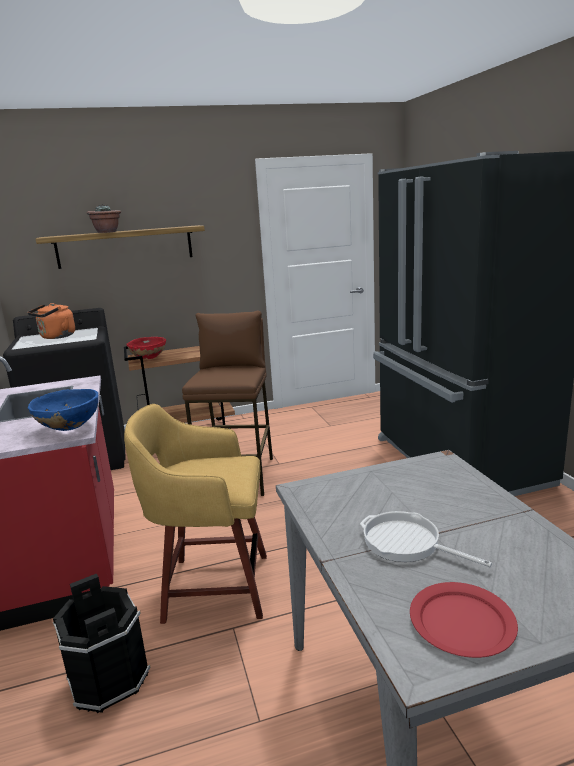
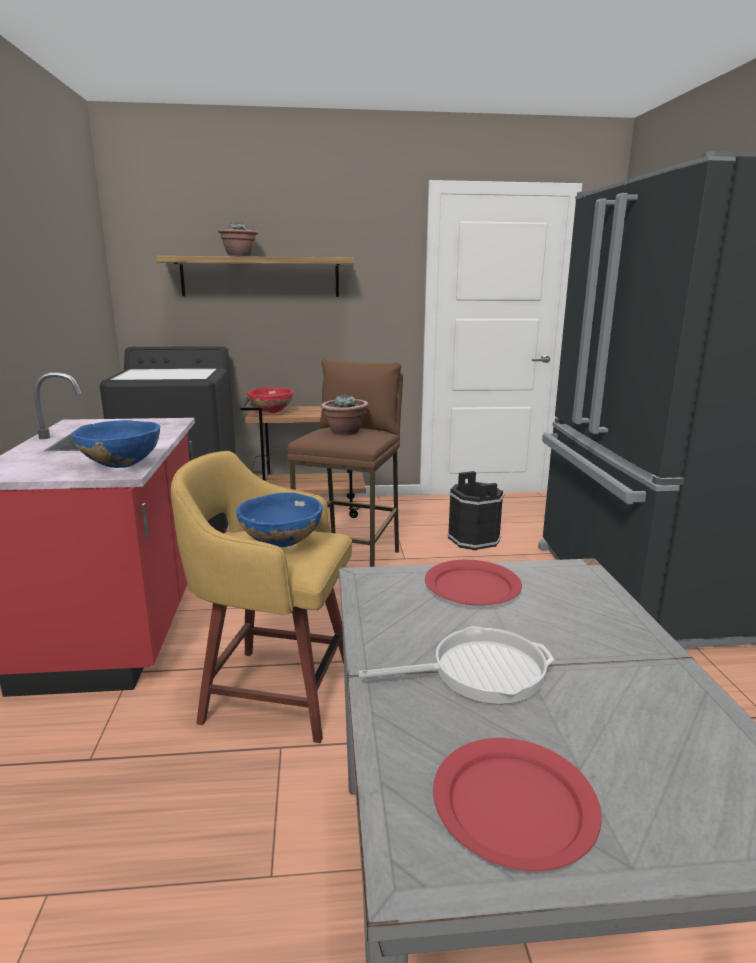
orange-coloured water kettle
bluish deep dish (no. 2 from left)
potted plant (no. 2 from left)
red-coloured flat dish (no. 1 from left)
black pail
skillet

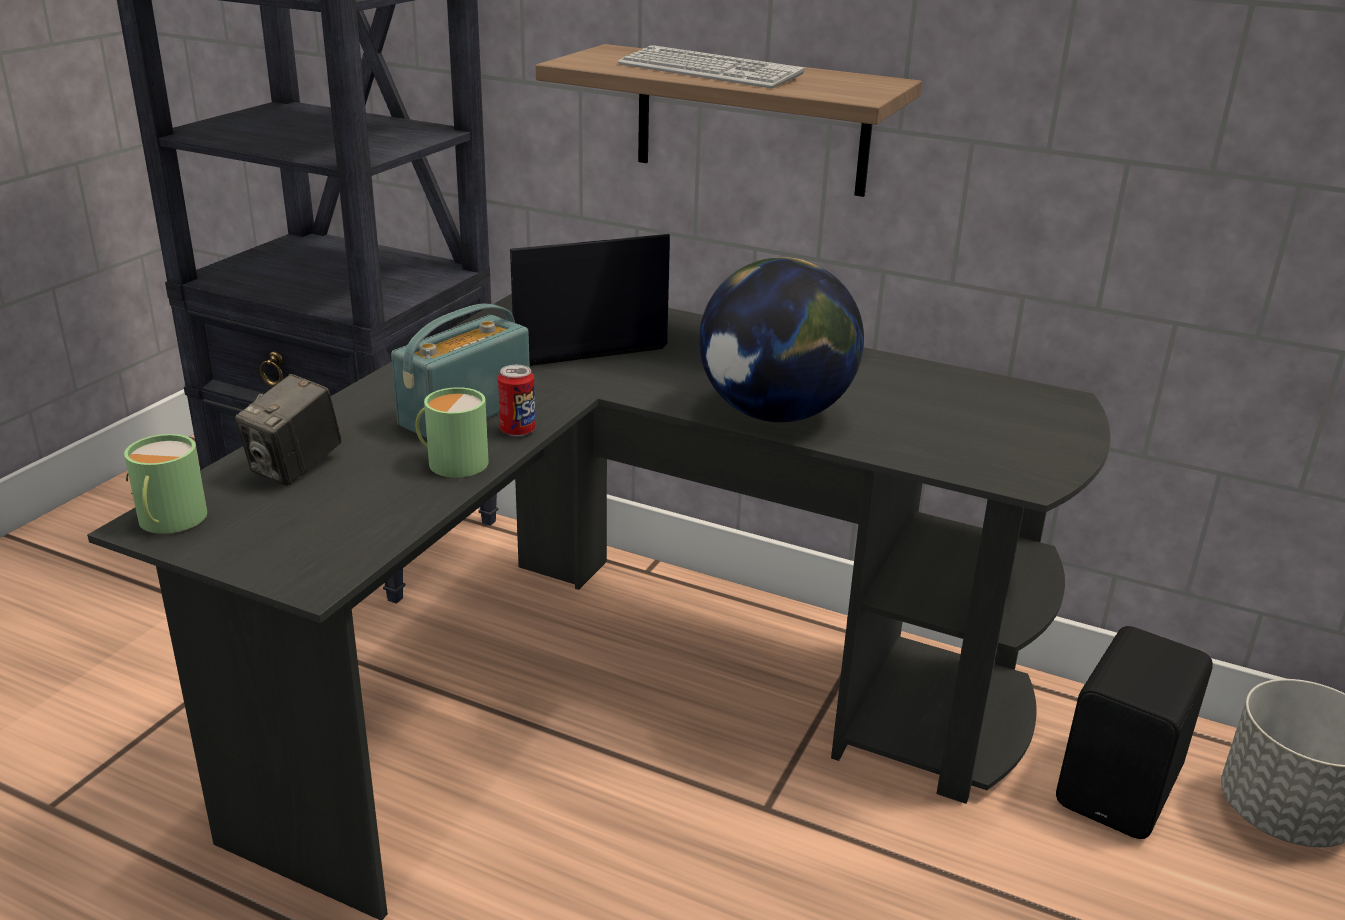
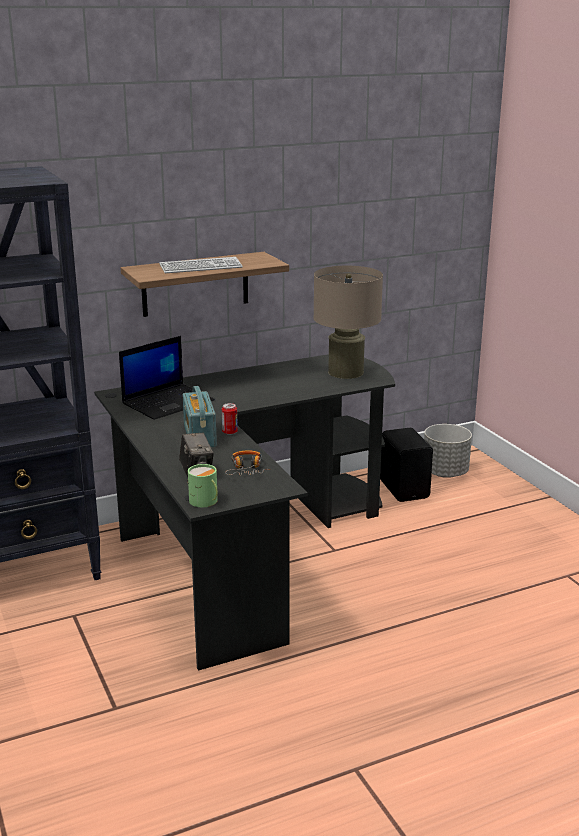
green-coloured mug (no. 2 from left in the first image)
globe
headphones
beige table lamp
notebook computer

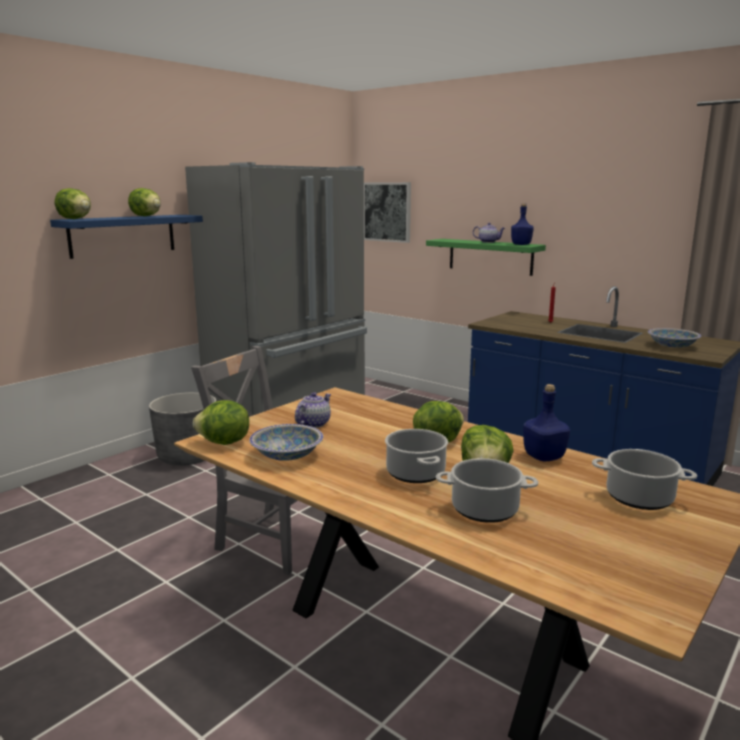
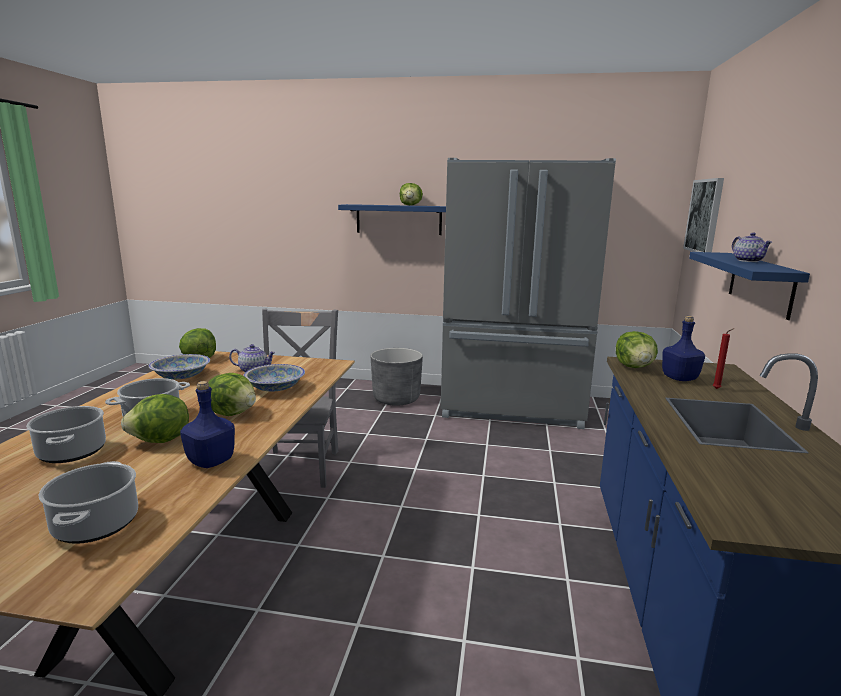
head of lettuce (no. 5 from left)
bluish bottle (no. 2 from left)
deep dish (no. 2 from left)
bluish wall shelf (no. 2 from left)

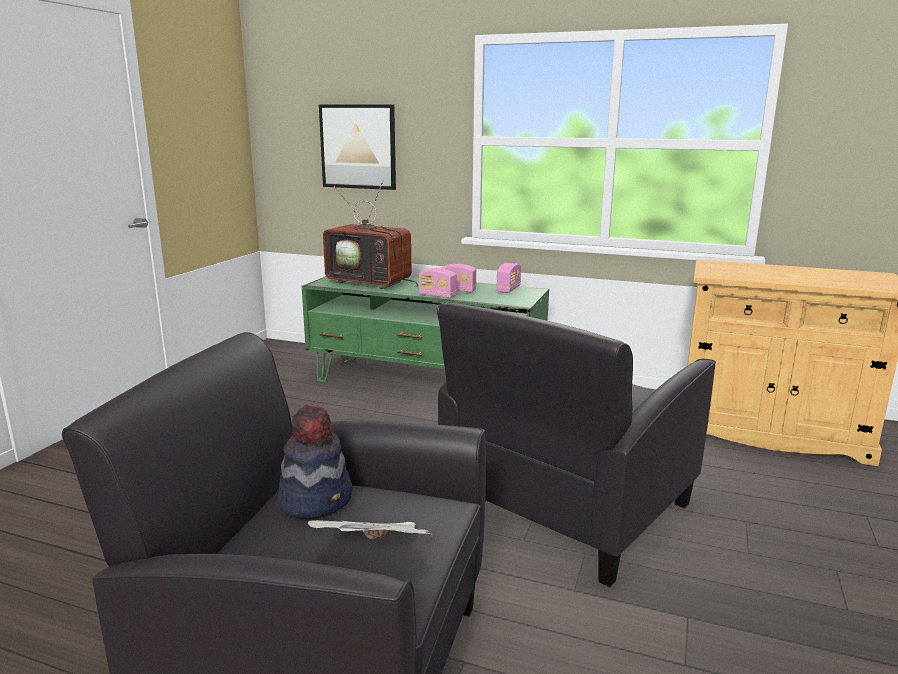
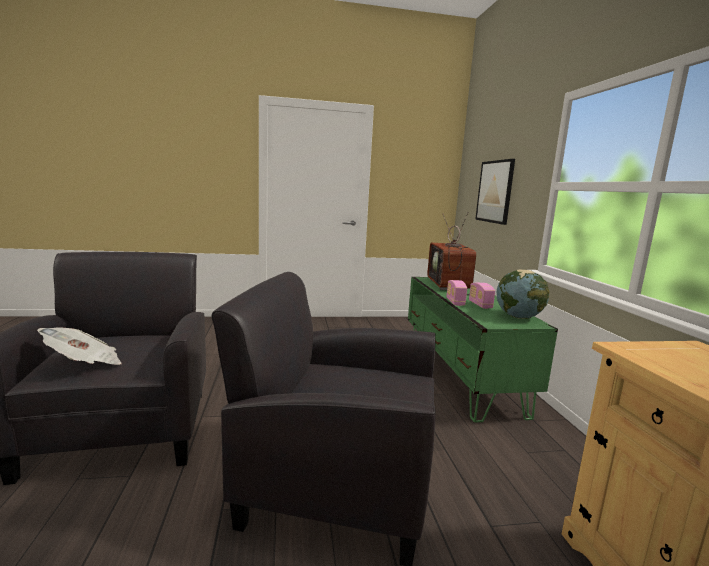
wearable hat
globe

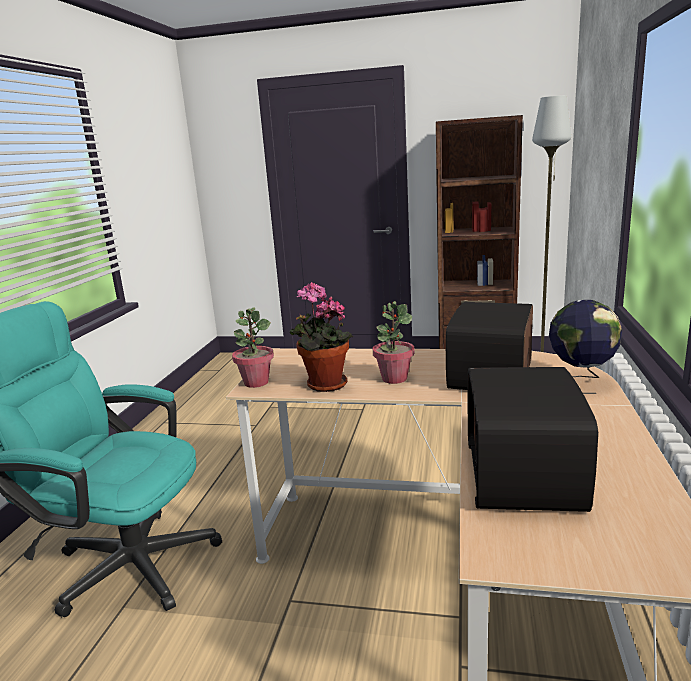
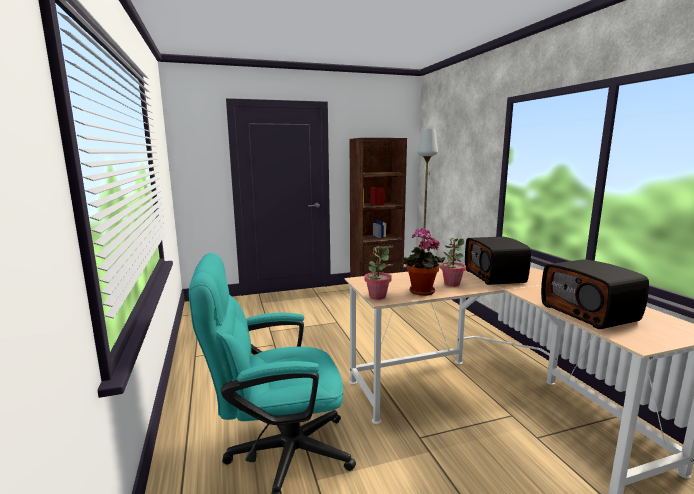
globe

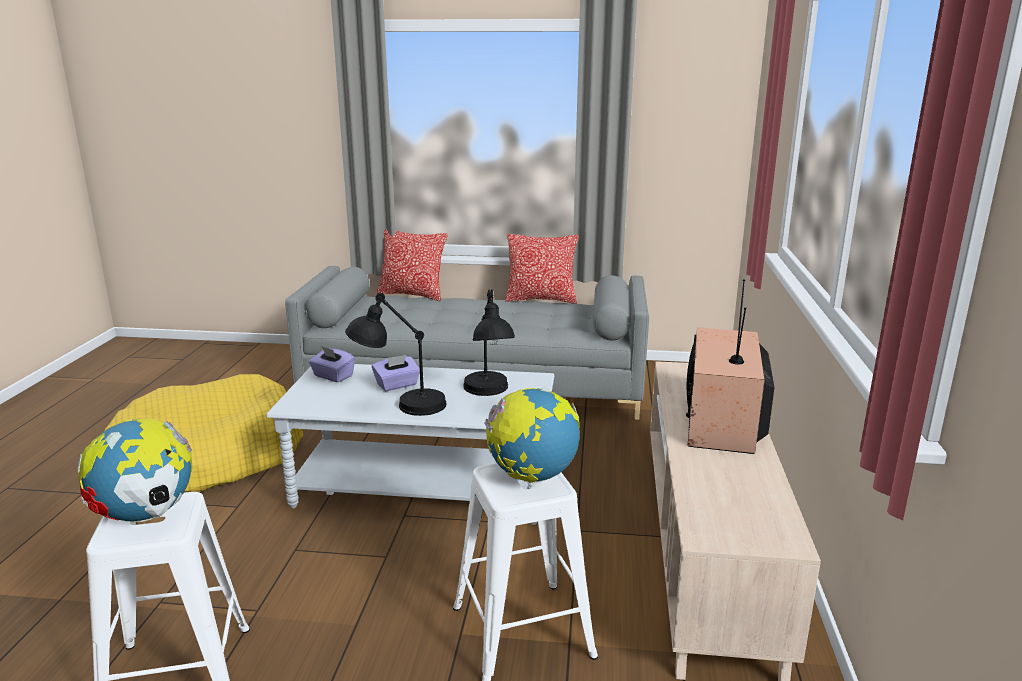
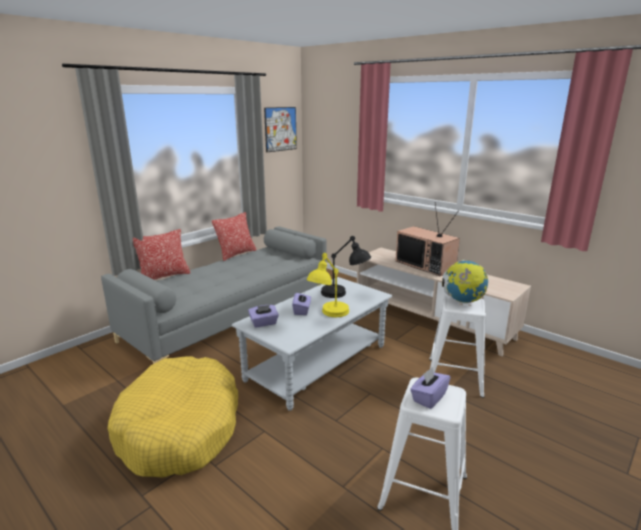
picture
purple-coloured box of tissues (no. 3 from left)
yellowish table lamp

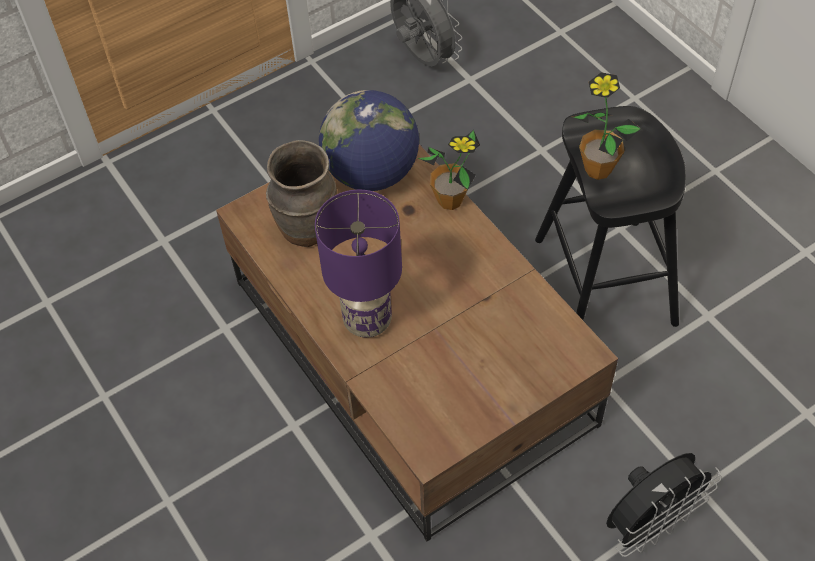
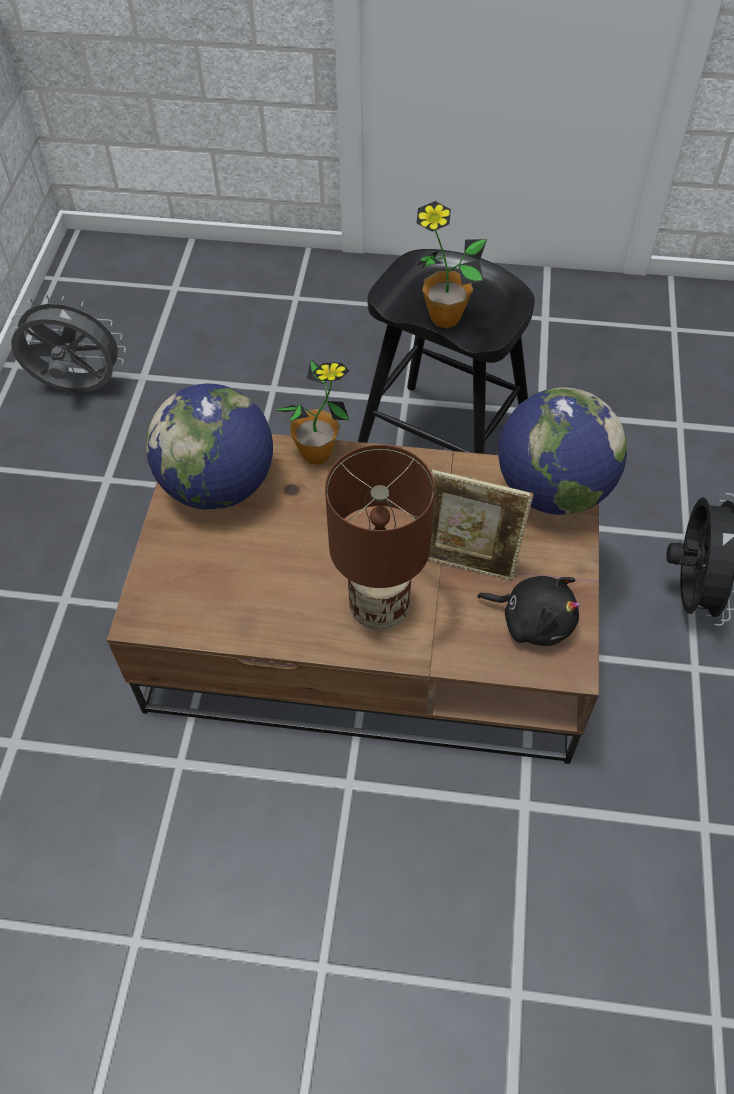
brown decorative vase
photo frame
black plush toy
globe (no. 2 from left)
brown table lamp

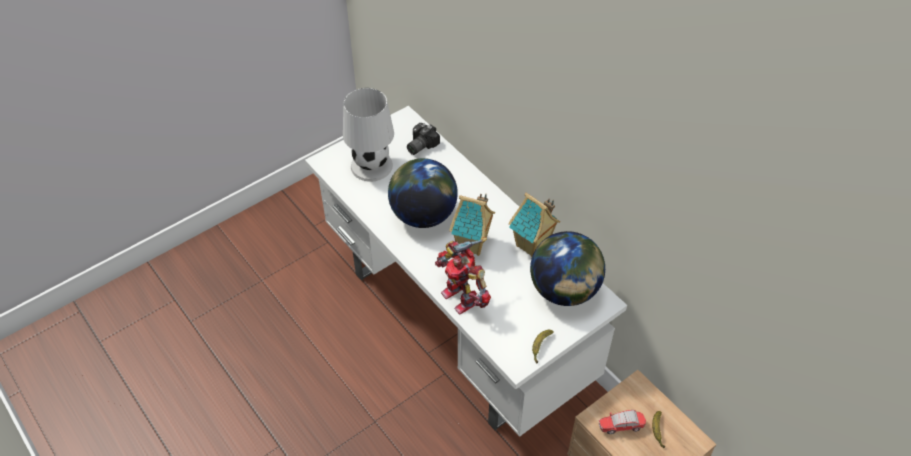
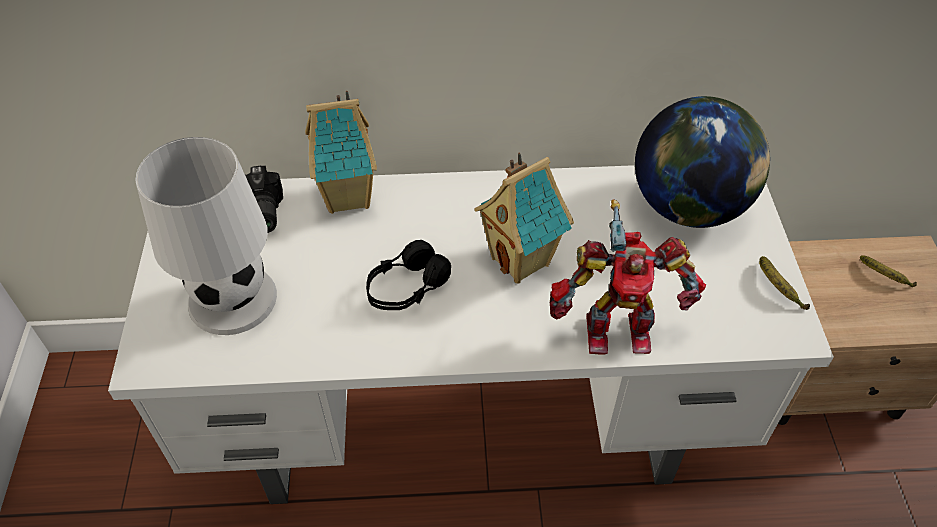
model car
model house (no. 1 from left)
black headphones

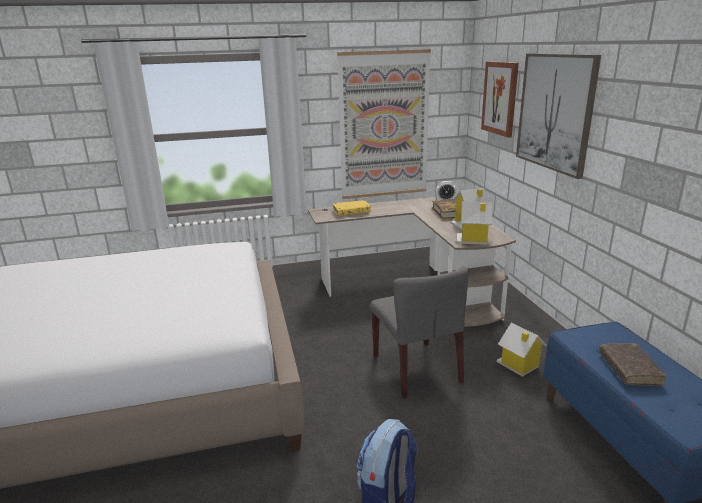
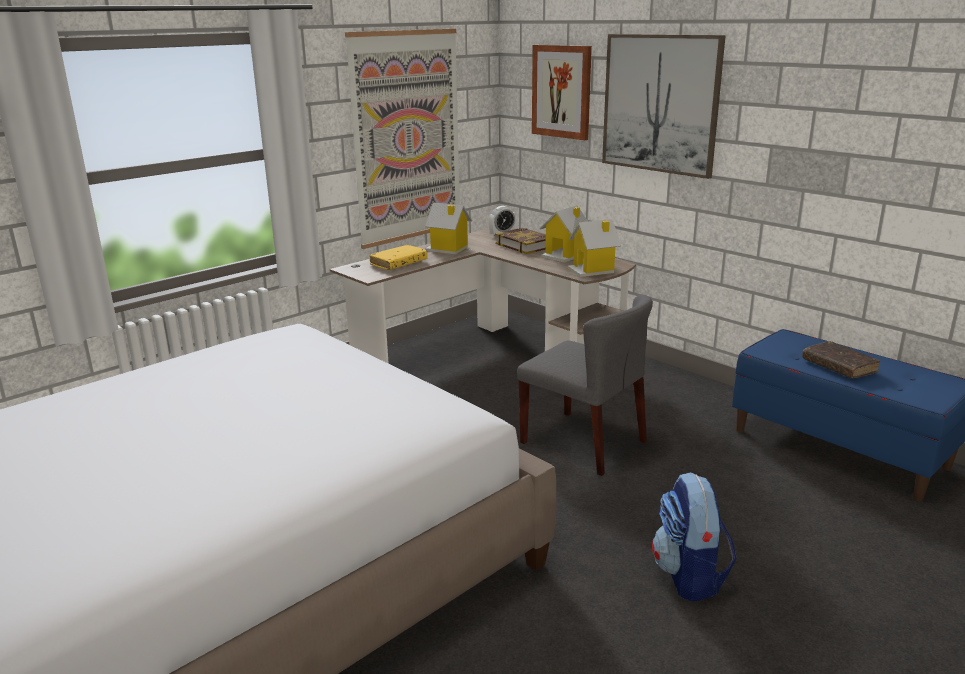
model house (no. 1 from left)

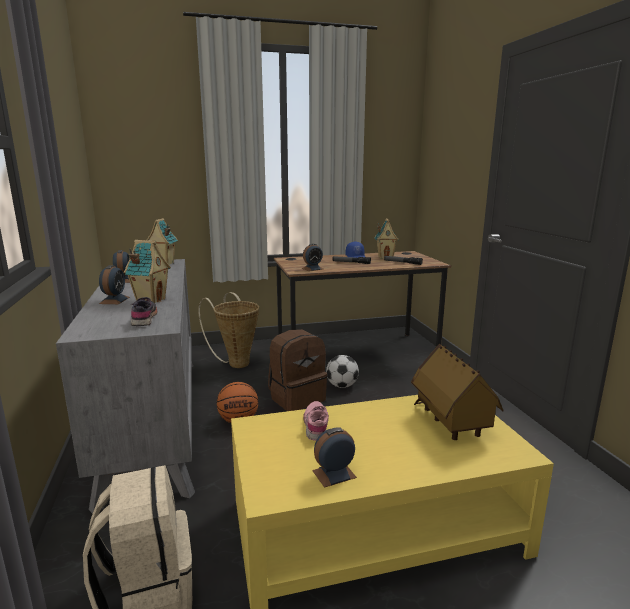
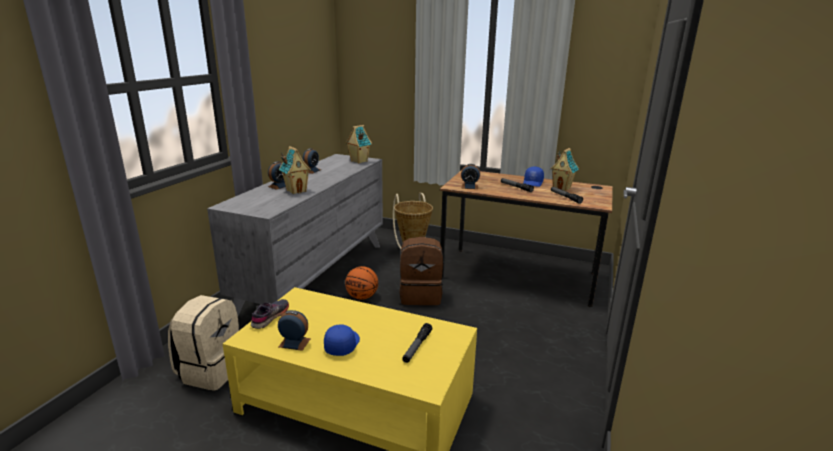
pinkish item of footwear
ball for football
bluish cap (no. 1 from left)
grey item of footwear
flashlight (no. 1 from left)

